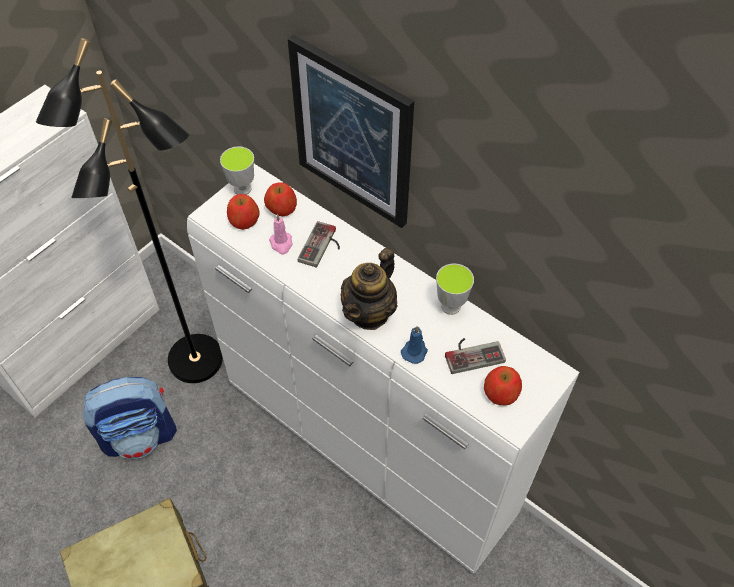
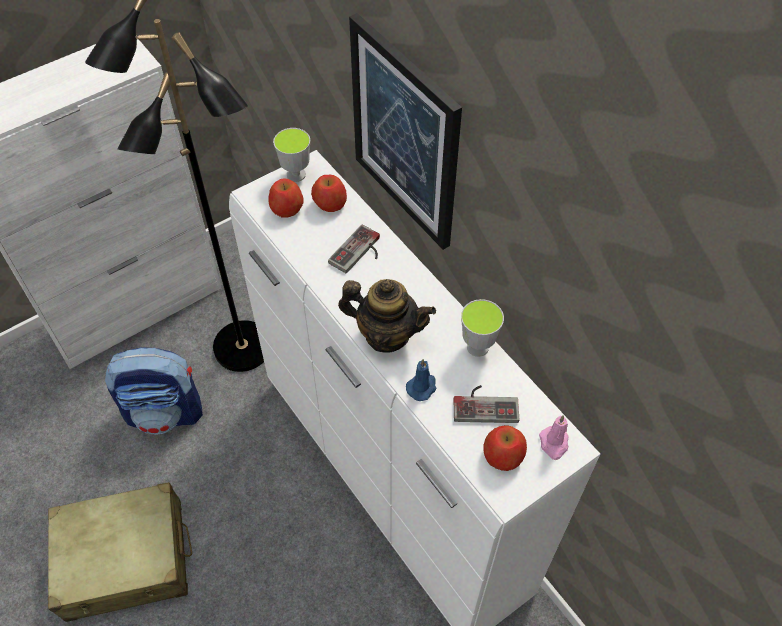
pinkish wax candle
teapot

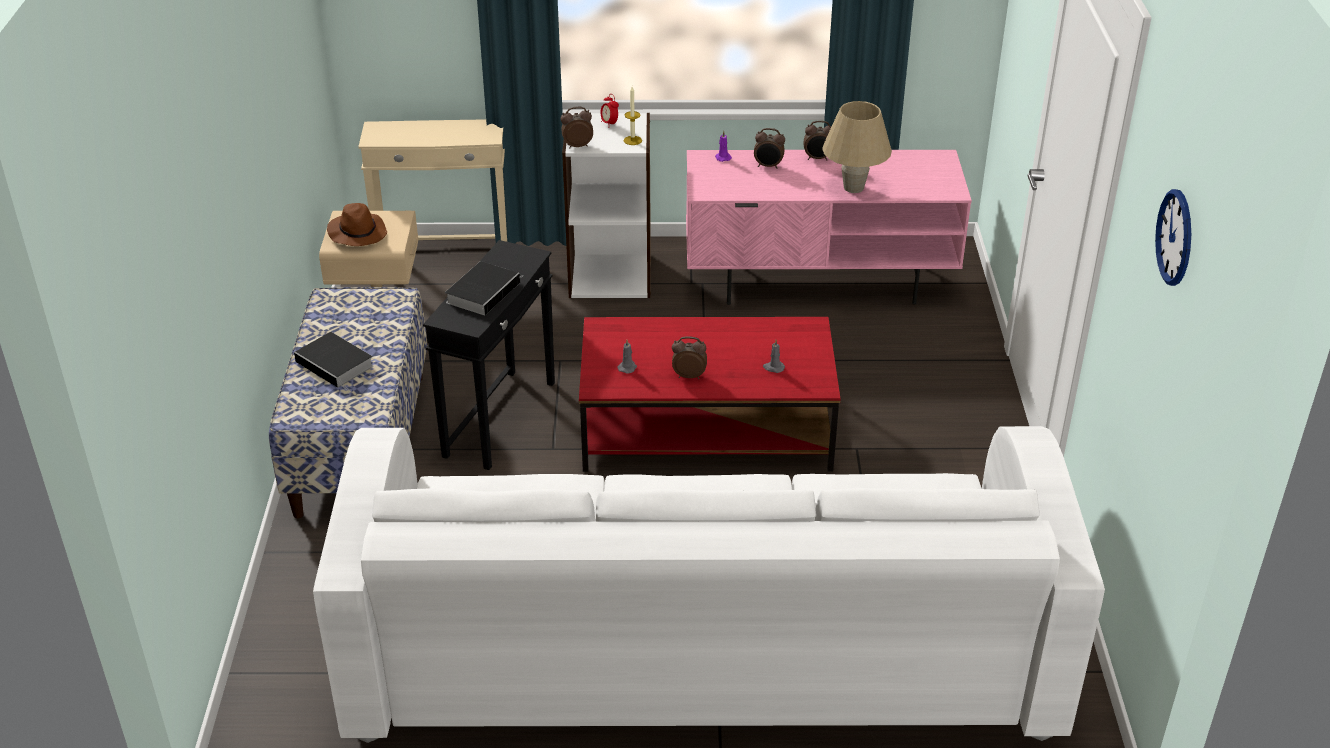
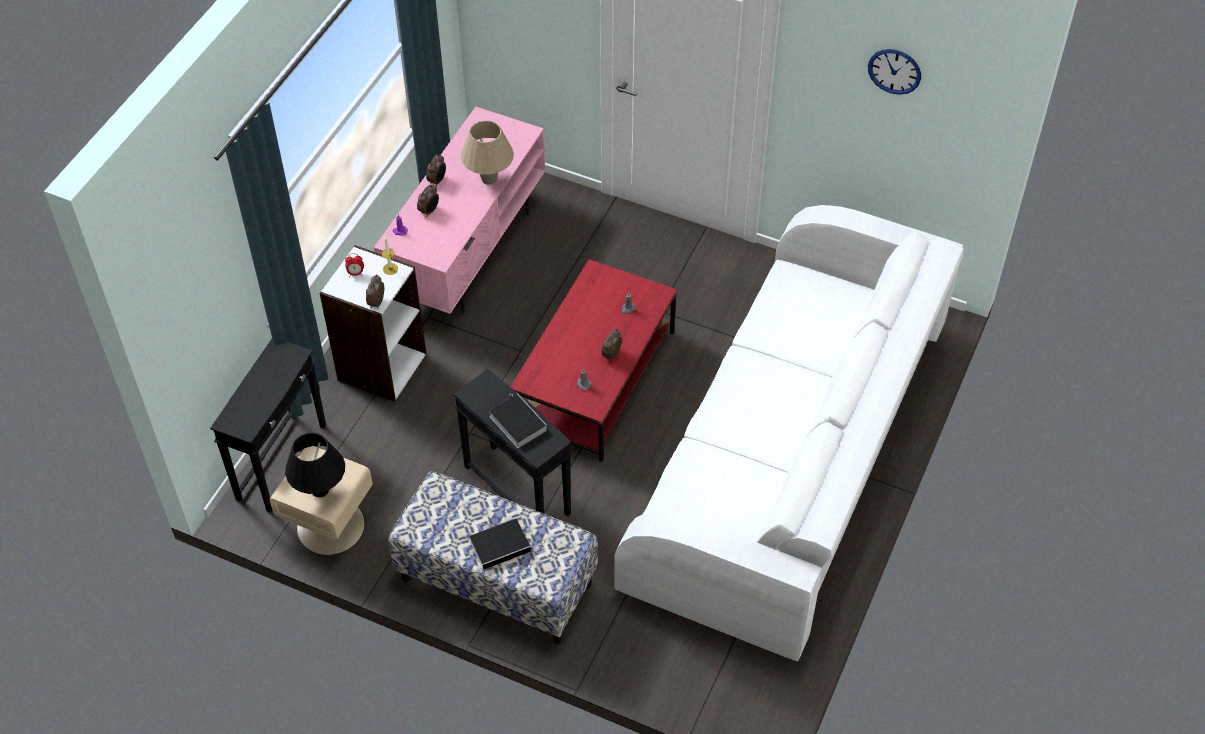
black table lamp
black end table (no. 1 from left)

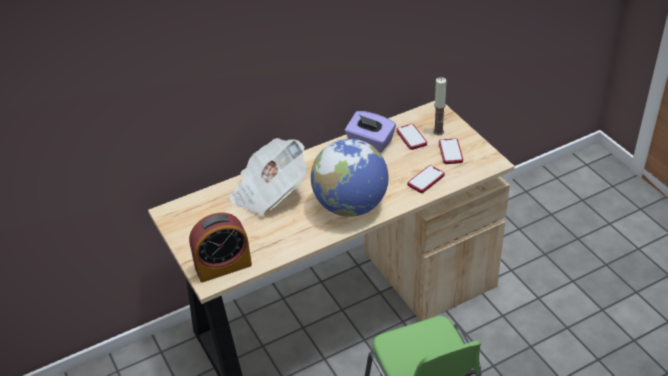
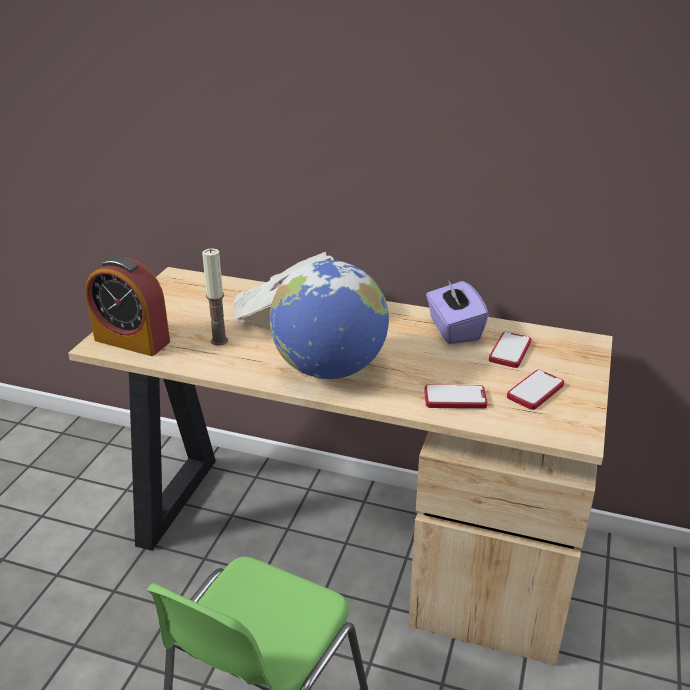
wax candle

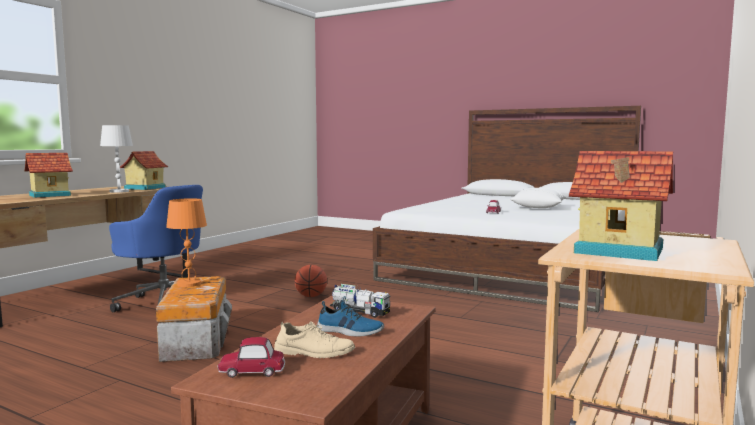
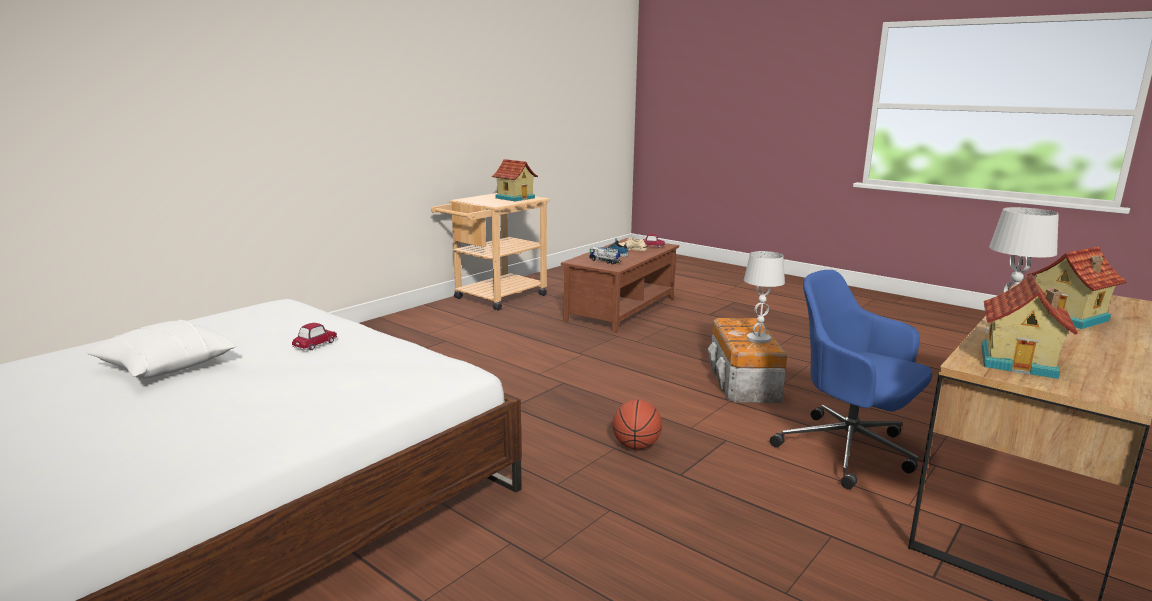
whitish table lamp (no. 1 from left)

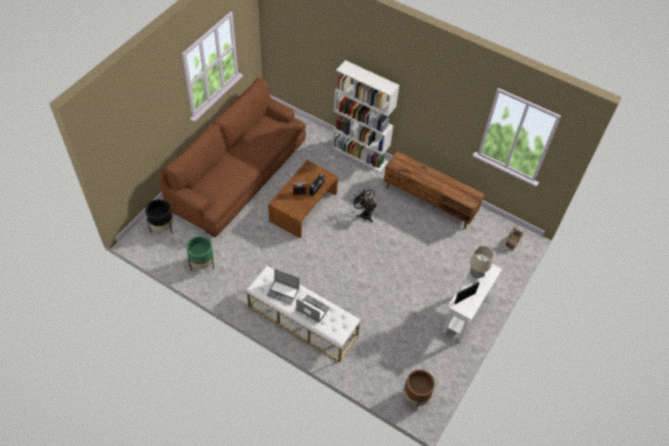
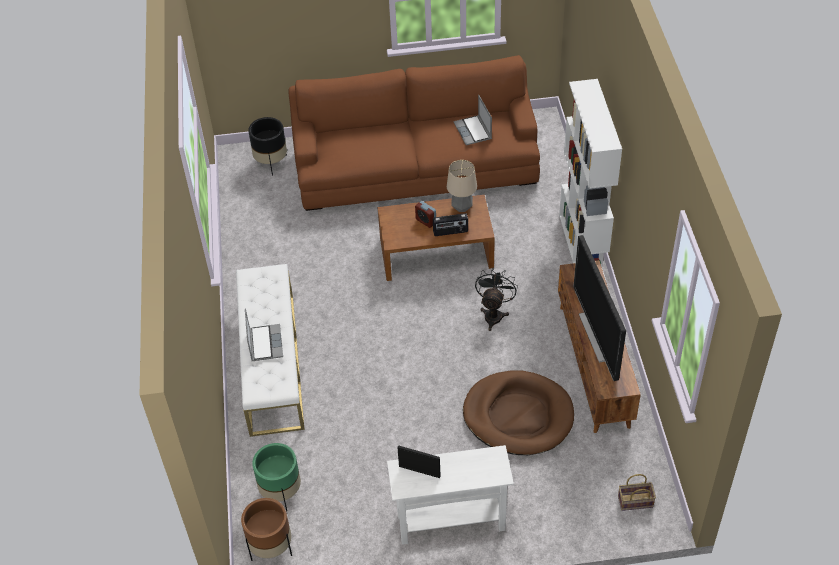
brown dog bed
television
green-coloured planter
notebook computer (no. 2 from left)
table lamp

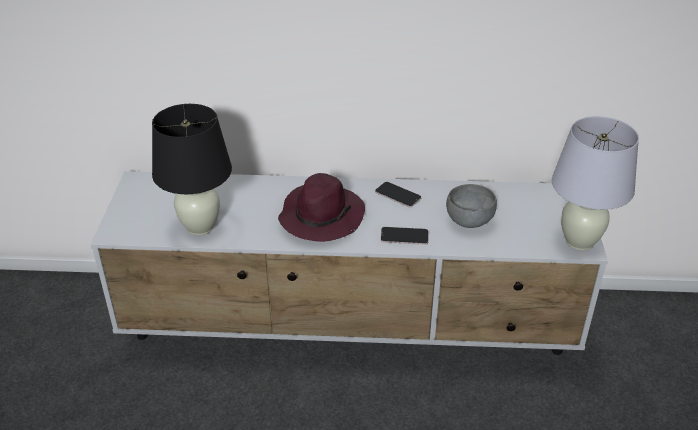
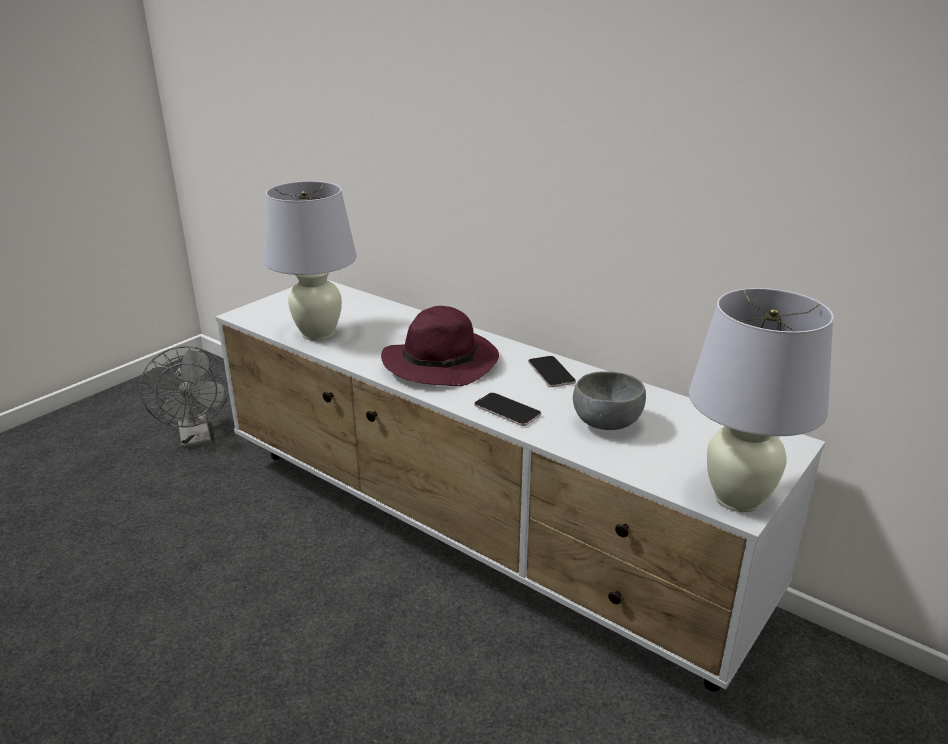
grey electric fan
whitish table lamp (no. 1 from left)

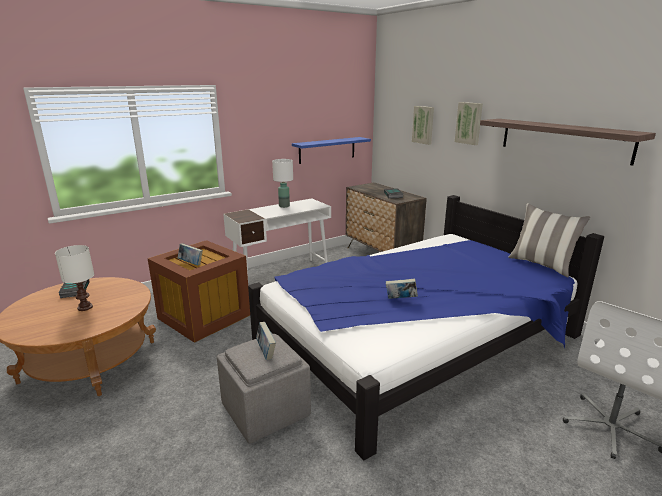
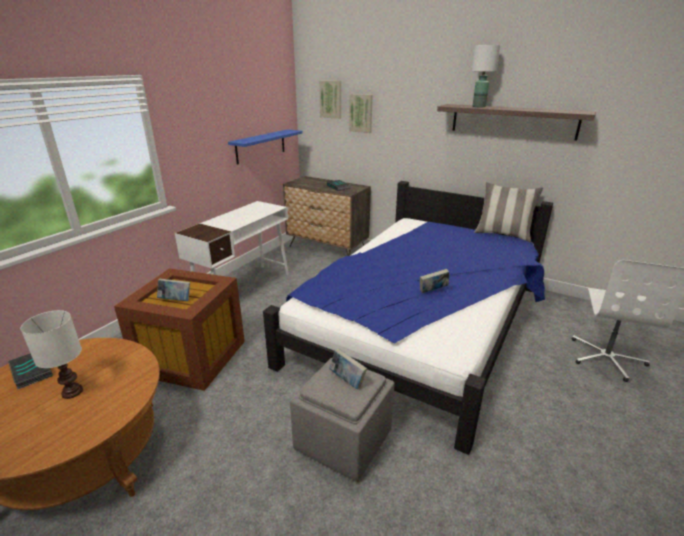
whitish table lamp (no. 2 from left)
picture (no. 1 from left)

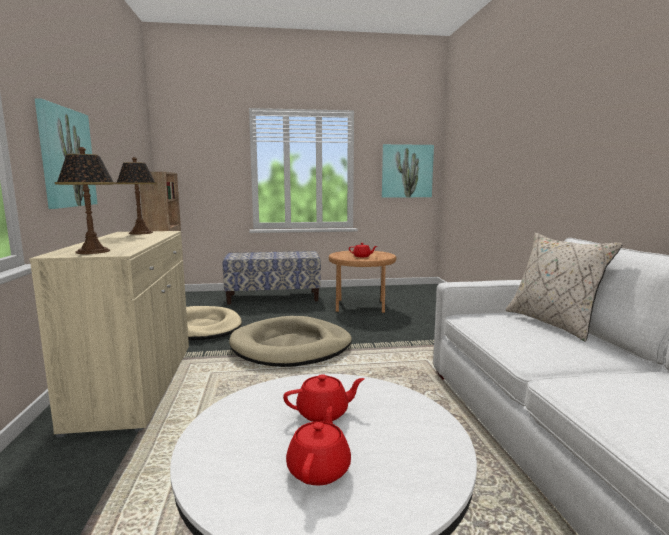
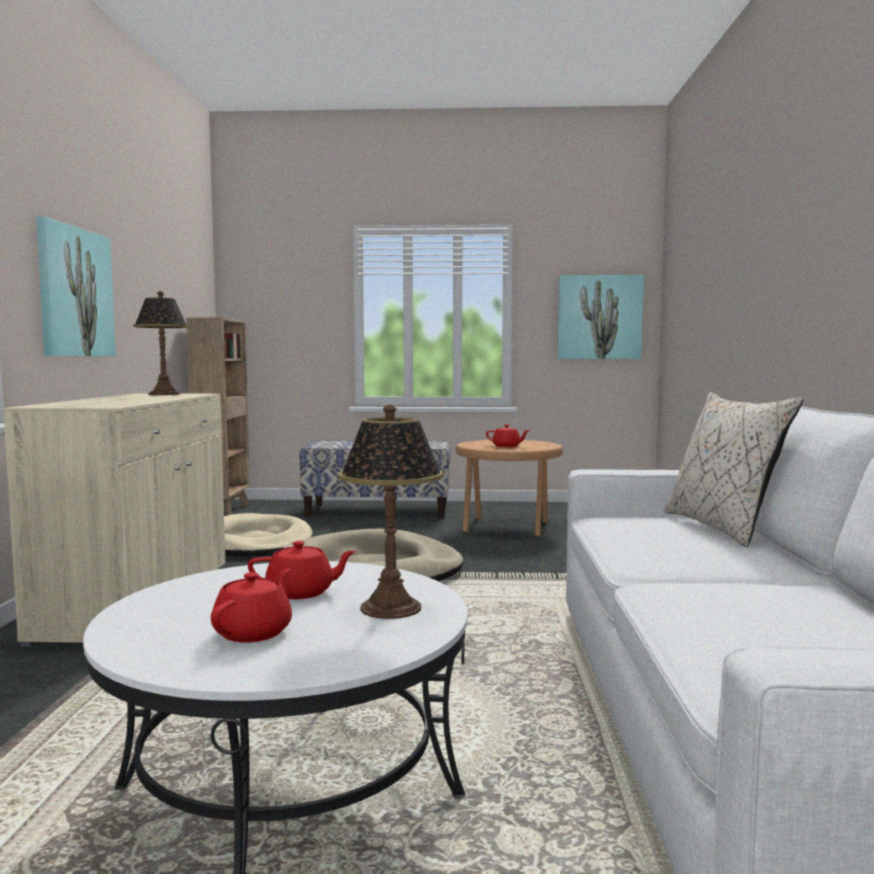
table lamp (no. 2 from left)

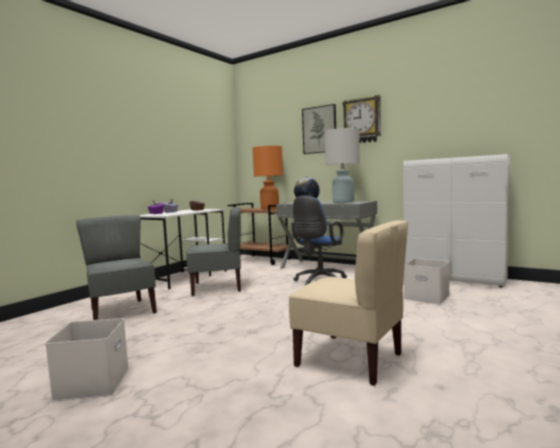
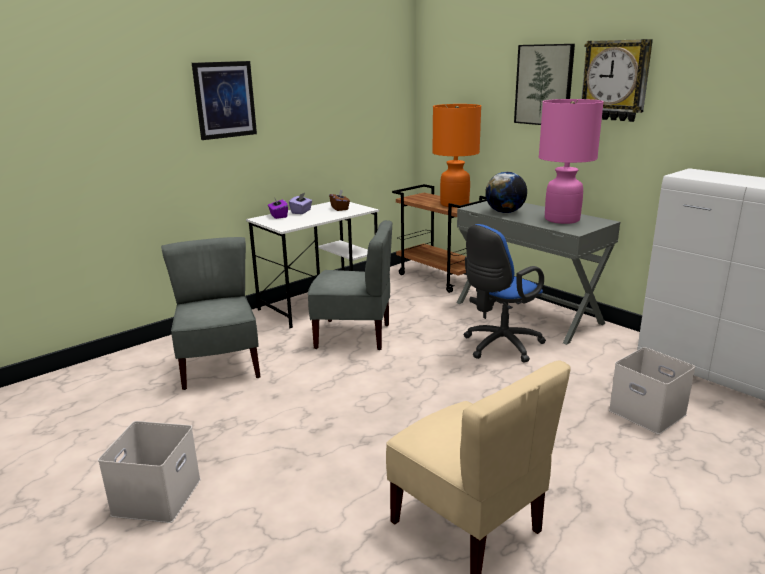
picture (no. 1 from left)
pinkish table lamp

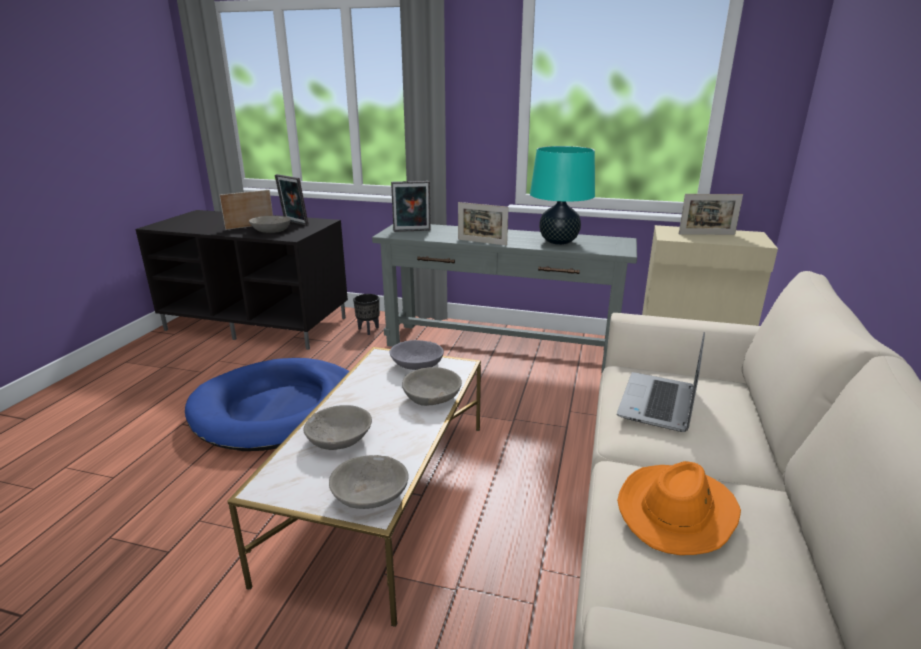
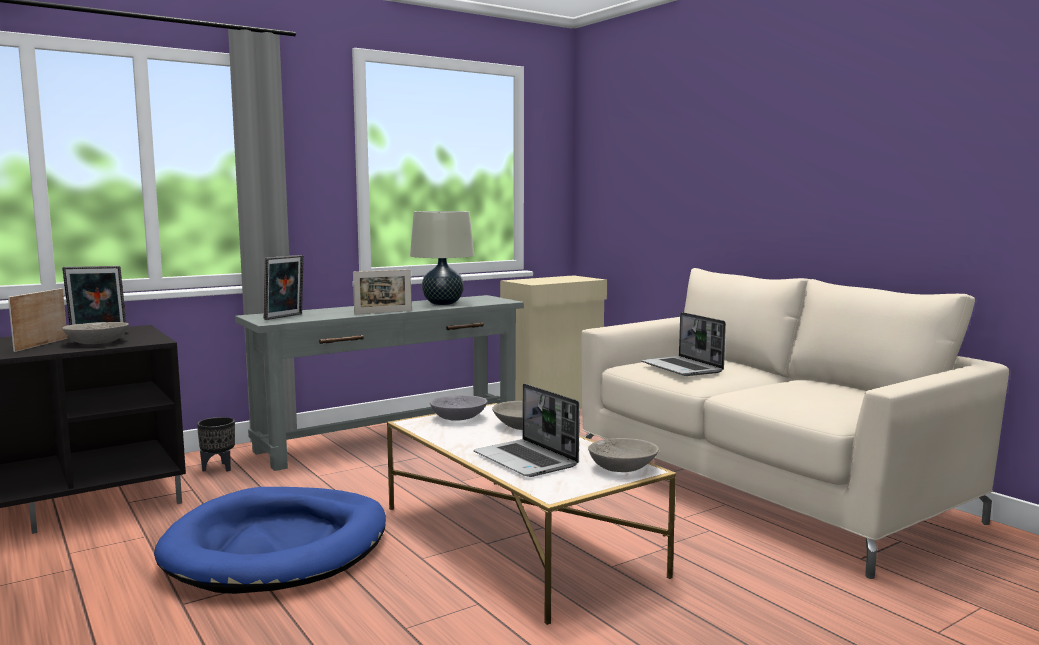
orange-coloured wearable hat
photo frame (no. 5 from left in the first image)
notebook computer (no. 1 from left)
beige table lamp

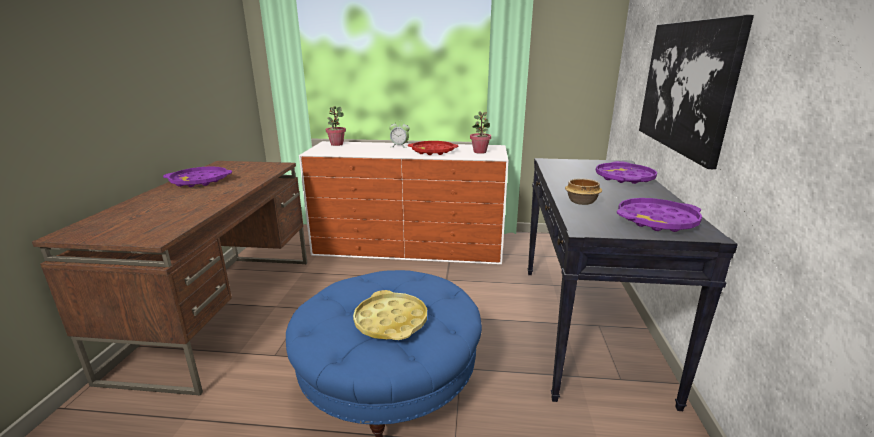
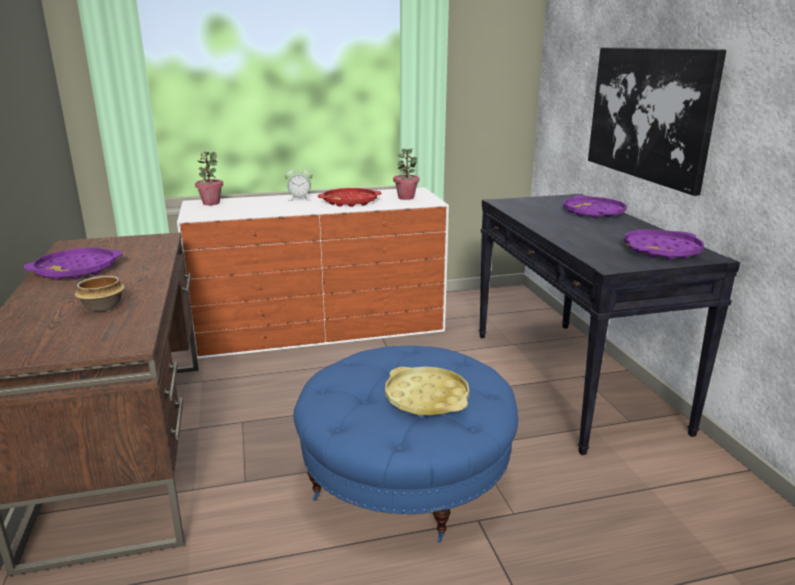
deep dish

